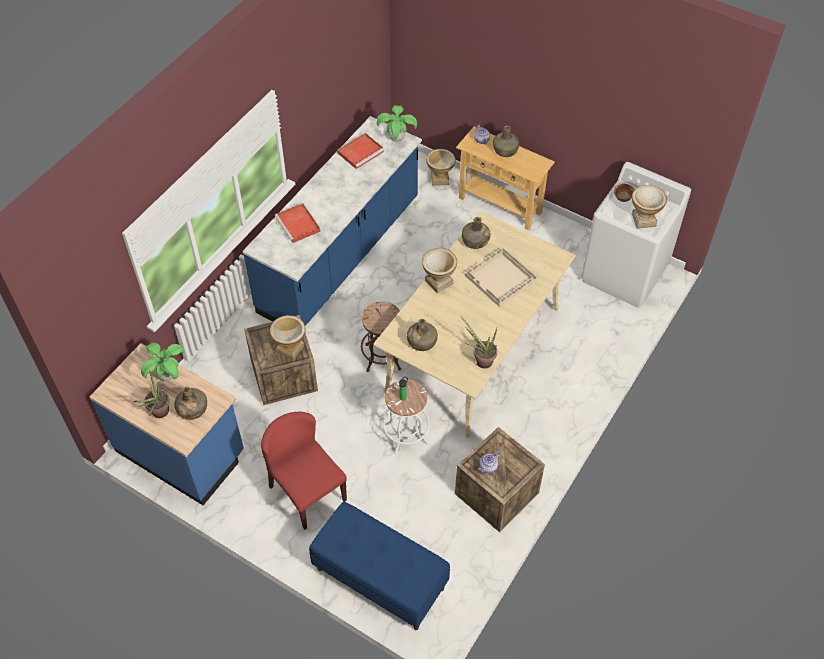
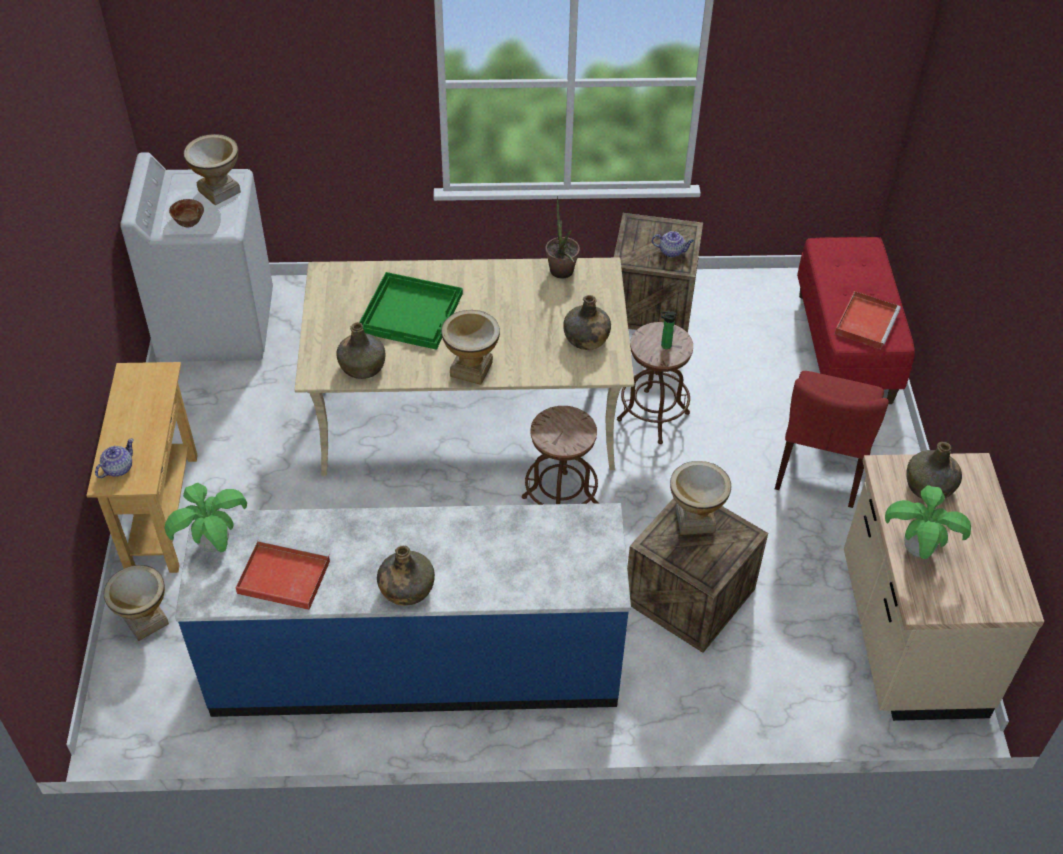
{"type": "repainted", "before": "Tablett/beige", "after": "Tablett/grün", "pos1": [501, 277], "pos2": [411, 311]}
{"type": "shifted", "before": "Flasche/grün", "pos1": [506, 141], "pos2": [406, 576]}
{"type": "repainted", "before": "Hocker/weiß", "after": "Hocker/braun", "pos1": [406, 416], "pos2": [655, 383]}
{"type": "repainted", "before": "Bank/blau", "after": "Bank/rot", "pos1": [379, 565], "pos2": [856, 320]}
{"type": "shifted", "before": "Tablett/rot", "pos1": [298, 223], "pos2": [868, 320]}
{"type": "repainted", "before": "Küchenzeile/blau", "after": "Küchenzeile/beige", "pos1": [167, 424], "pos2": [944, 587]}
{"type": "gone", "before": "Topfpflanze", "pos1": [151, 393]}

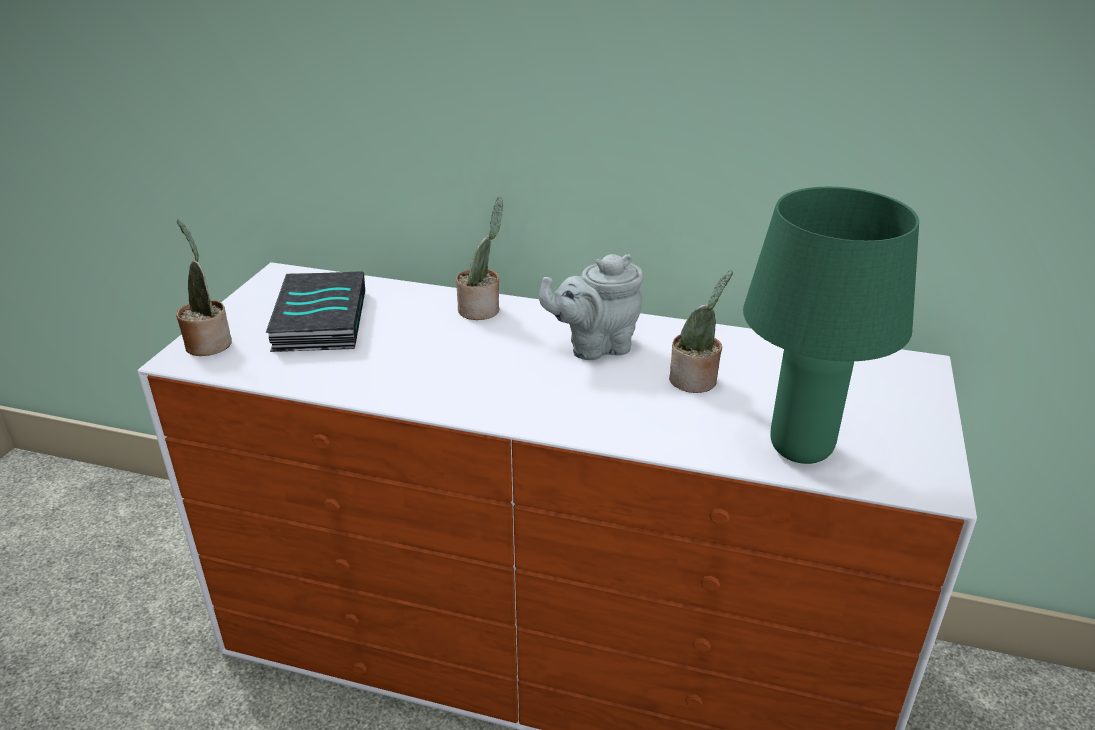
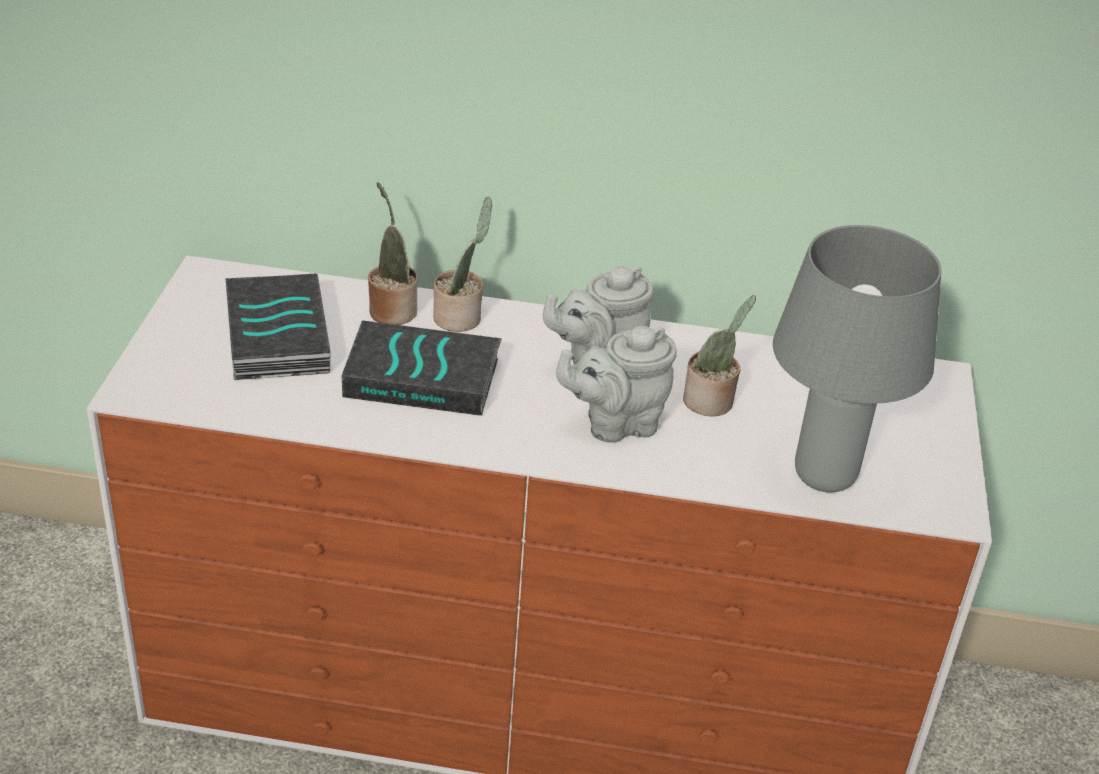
{"type": "new", "after": "Buch", "pos2": [421, 368]}
{"type": "shifted", "before": "Topfpflanze", "pos1": [204, 287], "pos2": [393, 253]}
{"type": "new", "after": "Teekanne/grau", "pos2": [616, 384]}
{"type": "repainted", "before": "Tischlampe/grün", "after": "Tischlampe/grau", "pos1": [831, 325], "pos2": [857, 359]}

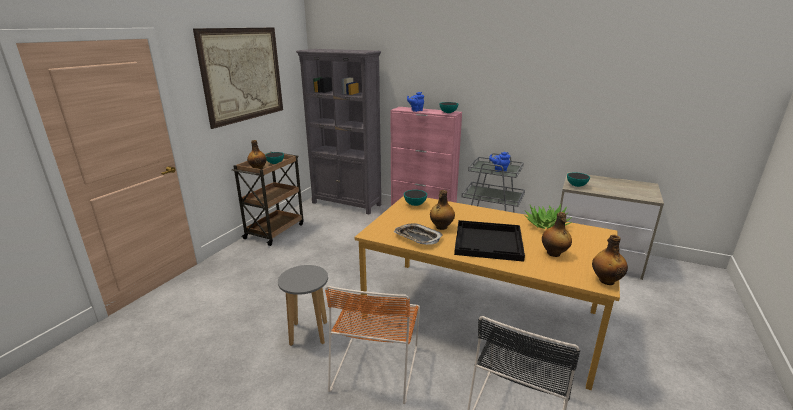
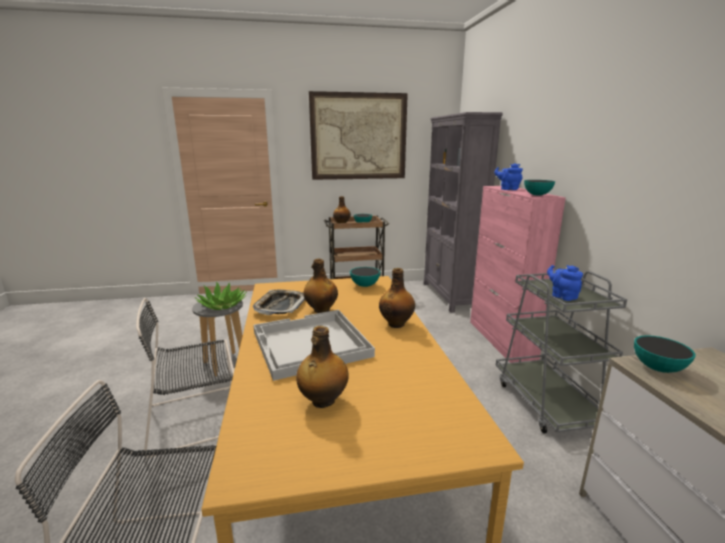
{"type": "repainted", "before": "Stuhl/orange", "after": "Stuhl/schwarz", "pos1": [372, 345], "pos2": [185, 378]}
{"type": "shifted", "before": "Topfpflanze", "pos1": [548, 216], "pos2": [221, 295]}
{"type": "repainted", "before": "Tablett/schwarz", "after": "Tablett/weiß", "pos1": [489, 241], "pos2": [314, 345]}
{"type": "shifted", "before": "Flasche", "pos1": [610, 260], "pos2": [397, 298]}

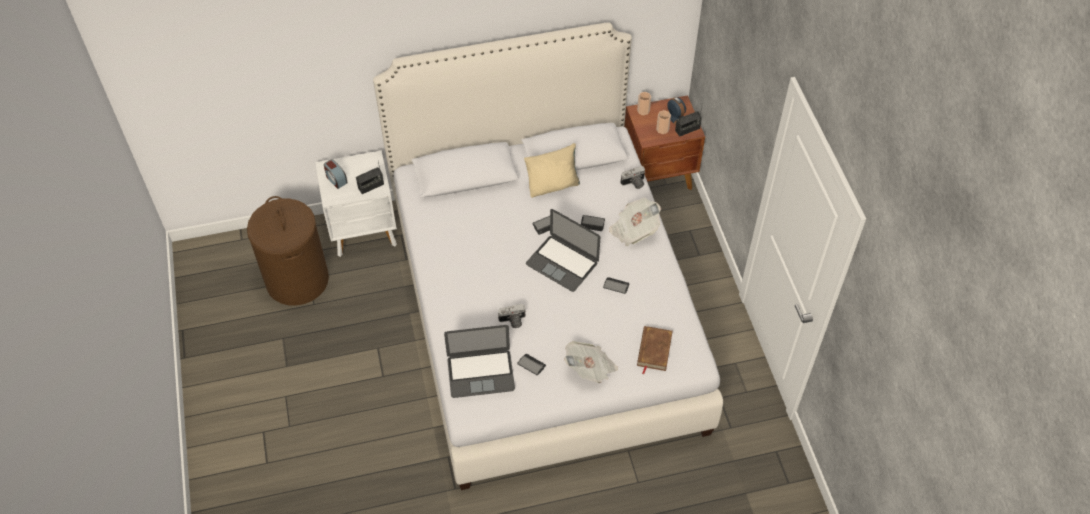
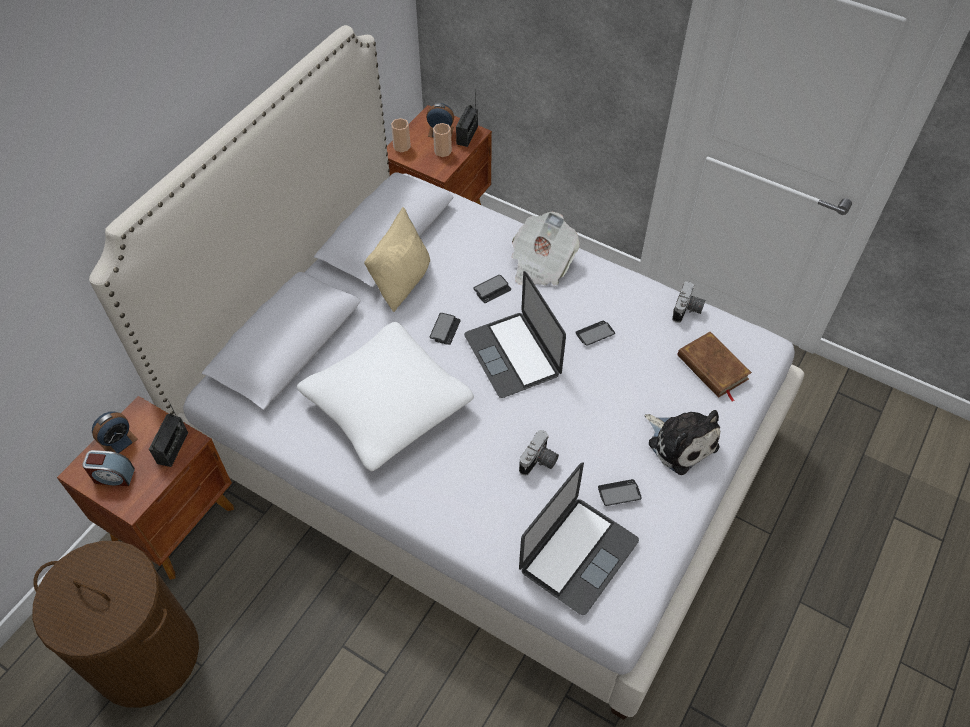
{"type": "repainted", "before": "Nachttisch/weiß", "after": "Nachttisch/braun", "pos1": [356, 203], "pos2": [145, 488]}
{"type": "new", "after": "Wecker", "pos2": [115, 432]}
{"type": "new", "after": "Kissen/weiß", "pos2": [385, 396]}
{"type": "rotated", "before": "Laptop", "pos1": [563, 250], "pos2": [515, 334], "turn": 75}
{"type": "swapped", "before": "Zeitung", "after": "Plüschtier", "pos1": [591, 362], "pos2": [682, 442]}
{"type": "shifted", "before": "Kamera", "pos1": [633, 177], "pos2": [688, 302]}

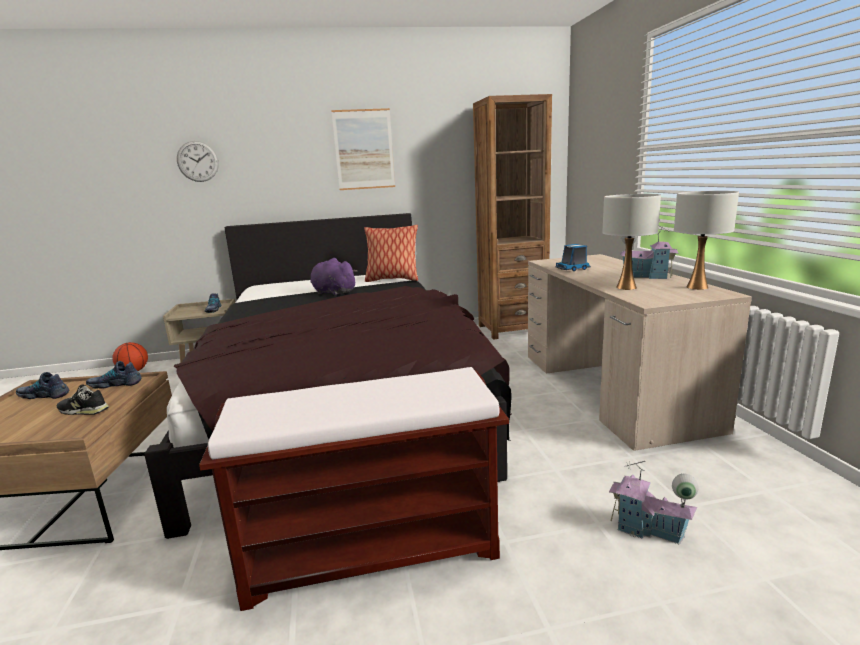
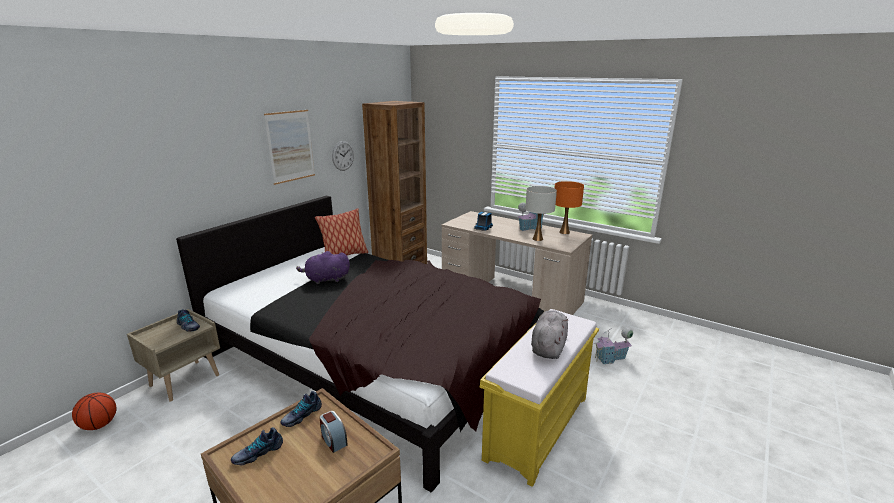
{"type": "swapped", "before": "Schuh/schwarz", "after": "Wecker", "pos1": [83, 399], "pos2": [333, 432]}
{"type": "shifted", "before": "Wanduhr", "pos1": [198, 161], "pos2": [343, 156]}
{"type": "repainted", "before": "Bank/braun", "after": "Bank/gelb", "pos1": [354, 489], "pos2": [539, 398]}
{"type": "new", "after": "Plüschtier/grau", "pos2": [549, 334]}
{"type": "repainted", "before": "Tischlampe/weiß", "after": "Tischlampe/orange", "pos1": [706, 240], "pos2": [569, 207]}

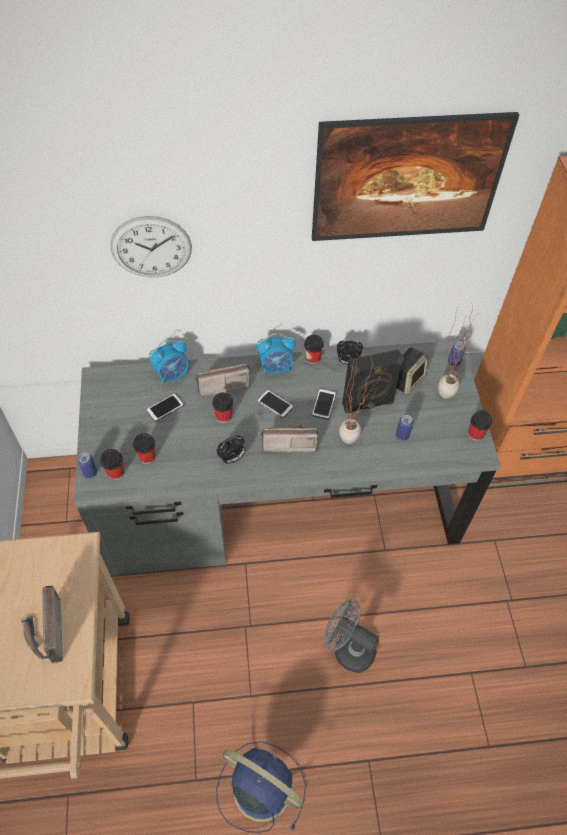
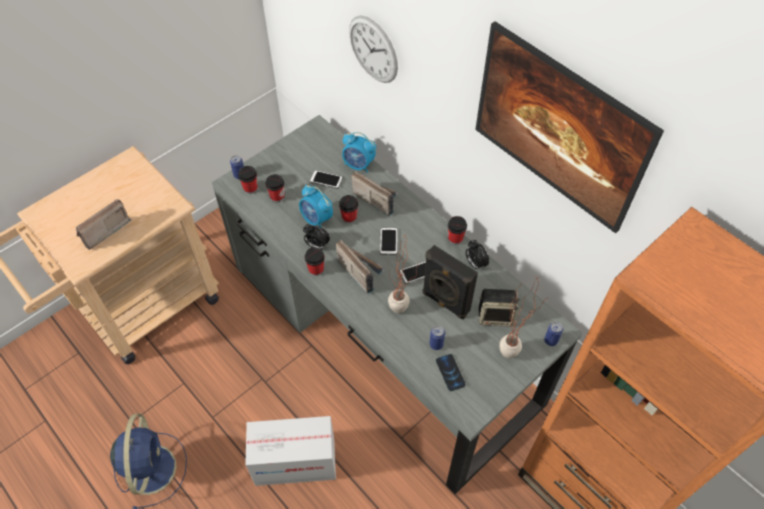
{"type": "swapped", "before": "Ventilator/grau", "after": "Karton", "pos1": [351, 636], "pos2": [290, 451]}
{"type": "shifted", "before": "Wecker", "pos1": [276, 353], "pos2": [316, 206]}
{"type": "shifted", "before": "Tasse", "pos1": [480, 426], "pos2": [315, 261]}
{"type": "new", "after": "Handy", "pos2": [451, 372]}

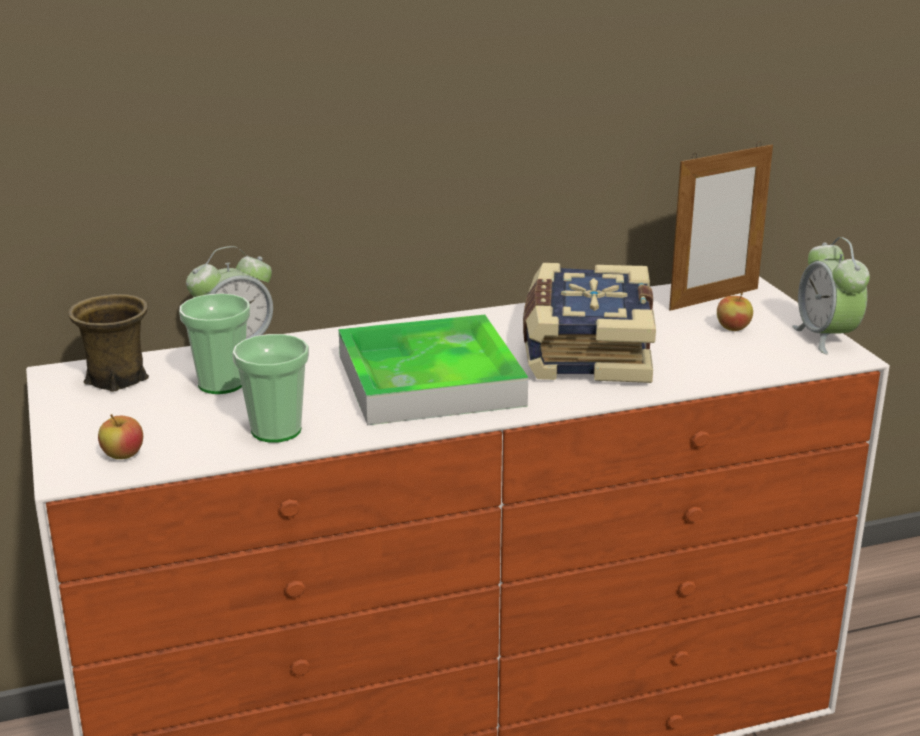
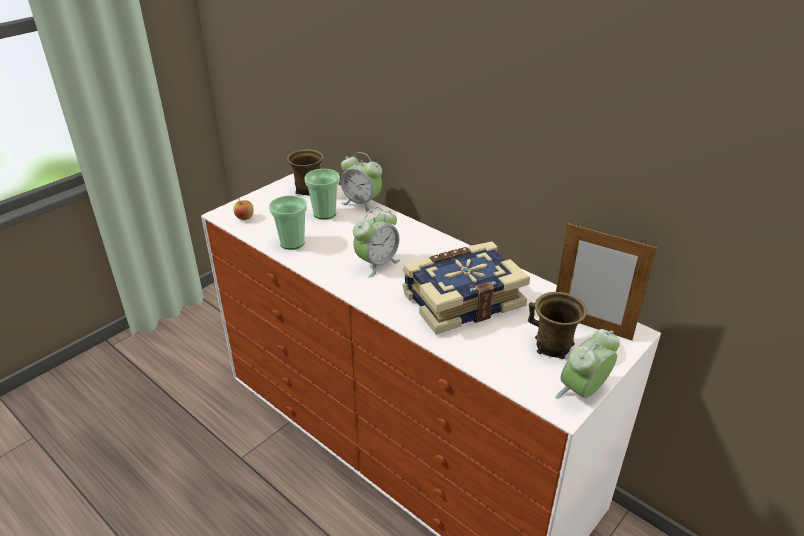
{"type": "swapped", "before": "Tablett", "after": "Wecker", "pos1": [433, 370], "pos2": [376, 242]}
{"type": "swapped", "before": "Apfel", "after": "Henkelbecher/braun", "pos1": [735, 311], "pos2": [557, 325]}

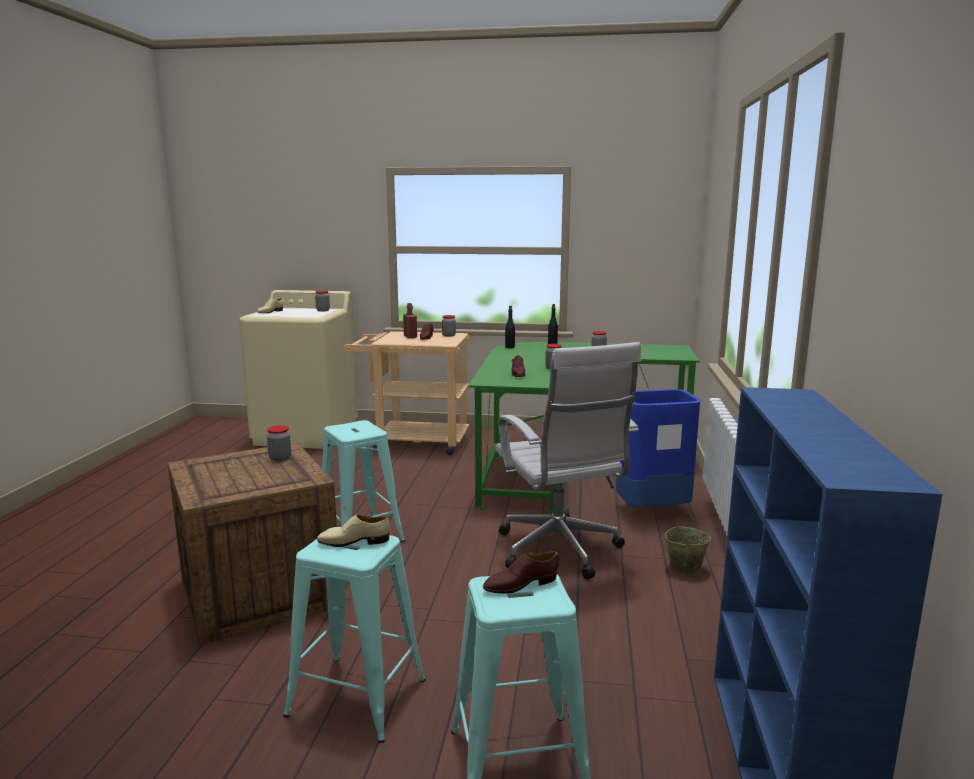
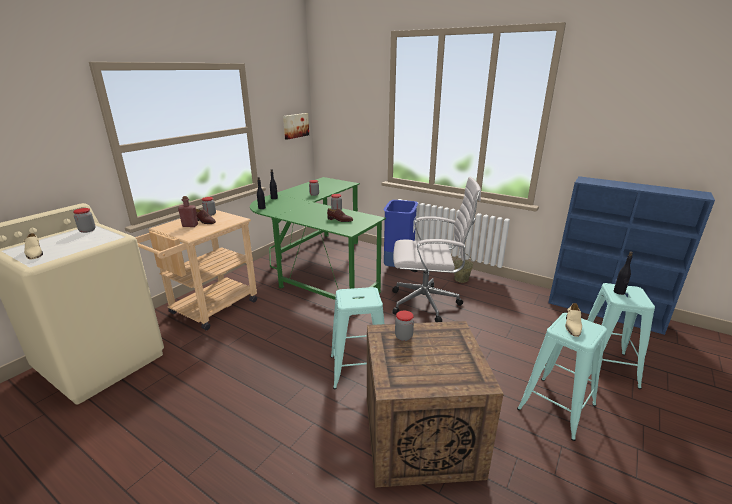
{"type": "new", "after": "Bild", "pos2": [296, 126]}
{"type": "swapped", "before": "Schuh/braun", "after": "Flasche/schwarz", "pos1": [521, 572], "pos2": [623, 273]}

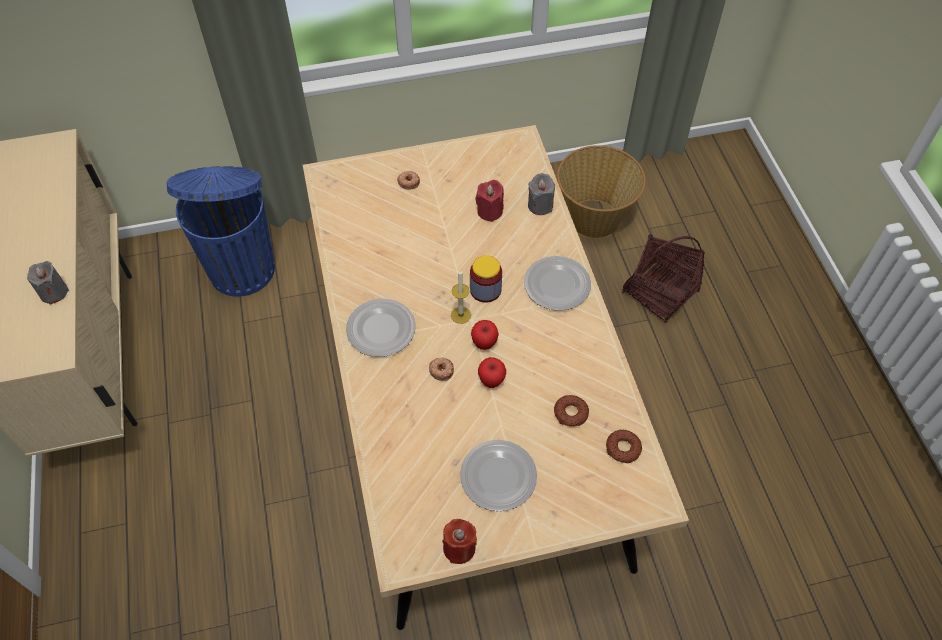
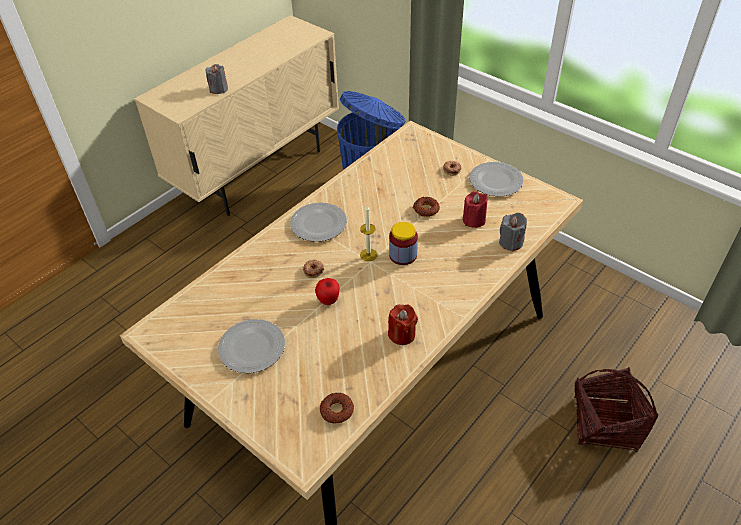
{"type": "shifted", "before": "Kerze/rot", "pos1": [459, 541], "pos2": [403, 325]}
{"type": "shifted", "before": "Donut", "pos1": [571, 411], "pos2": [426, 207]}
{"type": "shifted", "before": "Teller", "pos1": [557, 283], "pos2": [496, 179]}
{"type": "gone", "before": "Apfel", "pos1": [485, 335]}
{"type": "gone", "before": "Korb", "pos1": [601, 192]}

